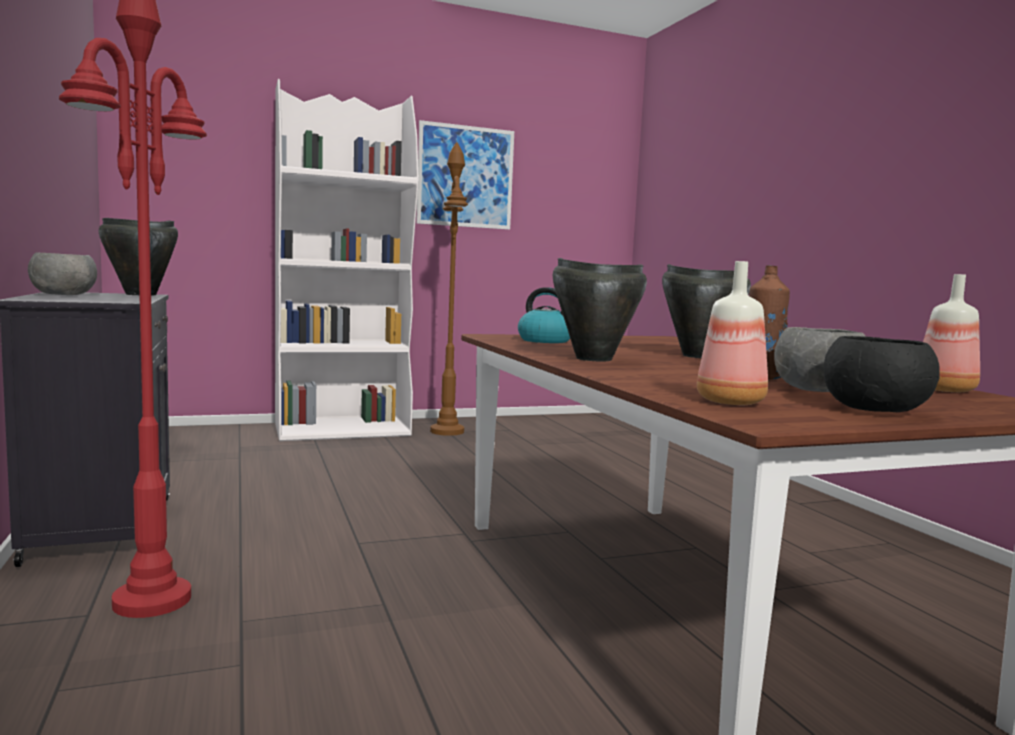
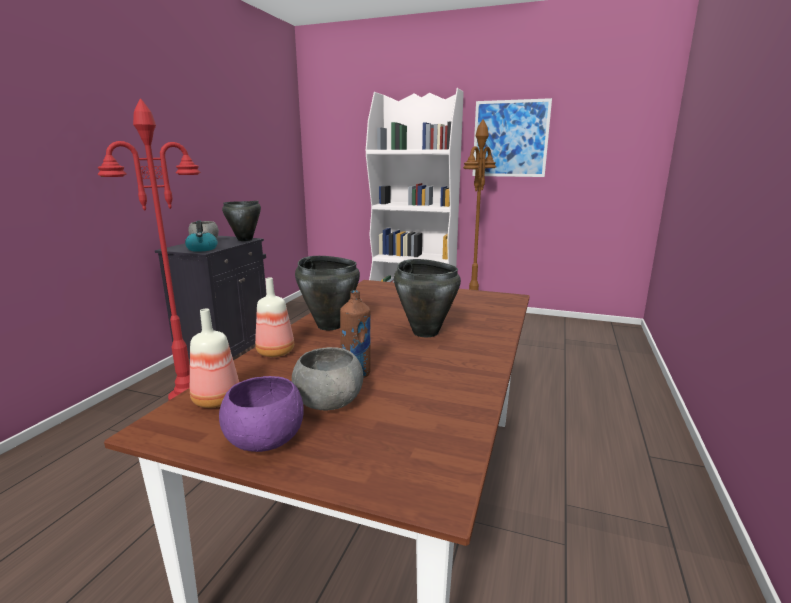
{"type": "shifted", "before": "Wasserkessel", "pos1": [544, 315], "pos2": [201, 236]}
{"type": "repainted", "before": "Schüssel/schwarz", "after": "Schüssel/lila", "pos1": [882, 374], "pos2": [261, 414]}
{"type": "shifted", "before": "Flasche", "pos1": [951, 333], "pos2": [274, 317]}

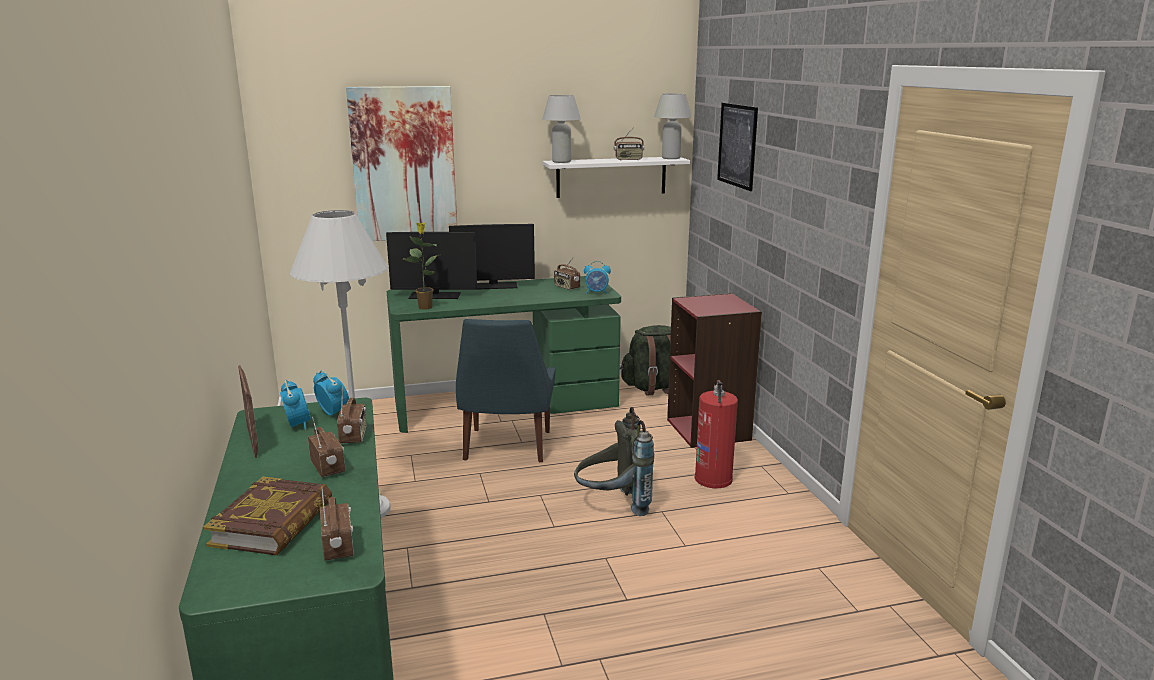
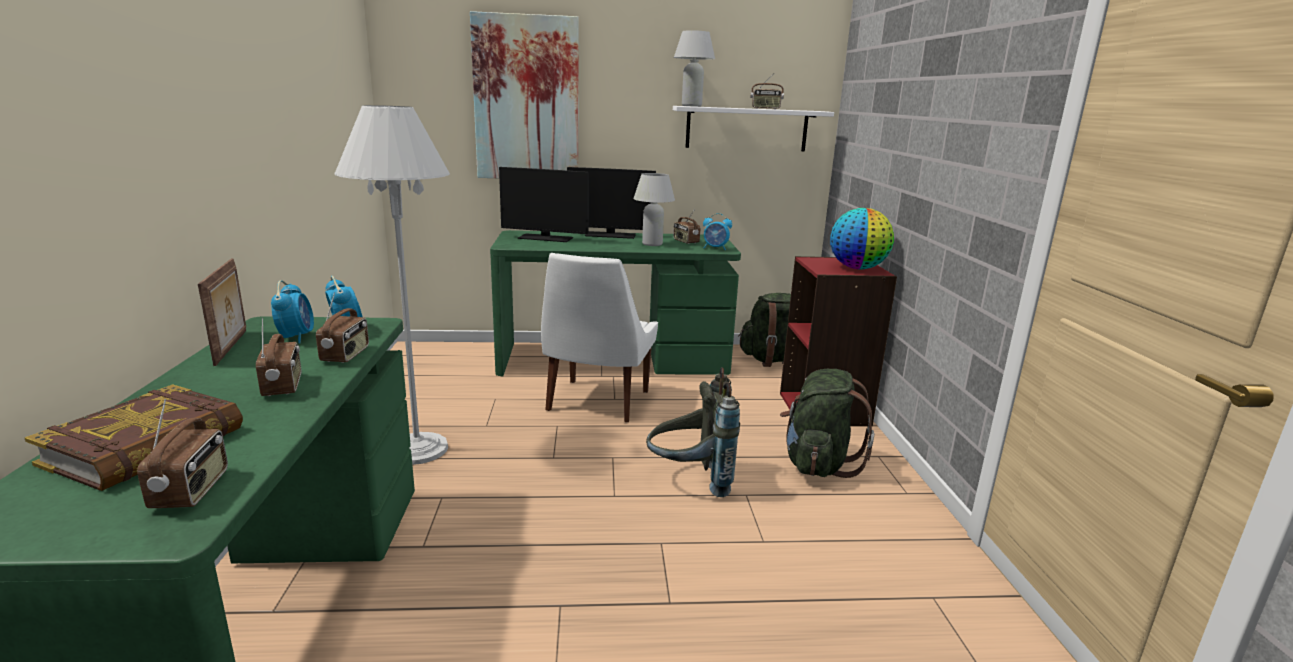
{"type": "repainted", "before": "Stuhl/blau", "after": "Stuhl/weiß", "pos1": [506, 391], "pos2": [599, 337]}
{"type": "shifted", "before": "Tischlampe/weiß", "pos1": [672, 126], "pos2": [654, 209]}
{"type": "swapped", "before": "Feuerlöscher", "after": "Rucksack/grün", "pos1": [716, 434], "pos2": [827, 423]}
{"type": "new", "after": "Globus", "pos2": [862, 239]}
{"type": "gone", "before": "Topfpflanze", "pos1": [421, 266]}
{"type": "gone", "before": "Bild", "pos1": [737, 147]}

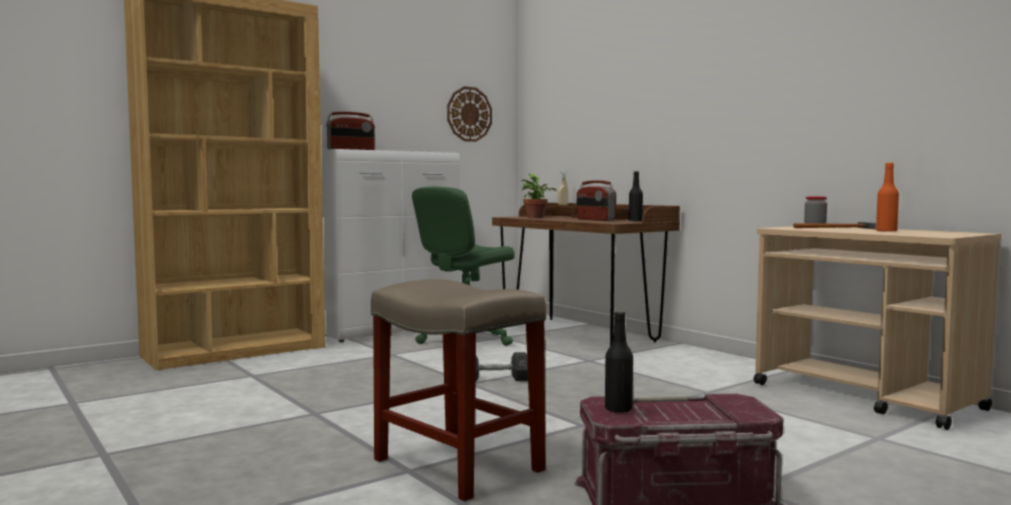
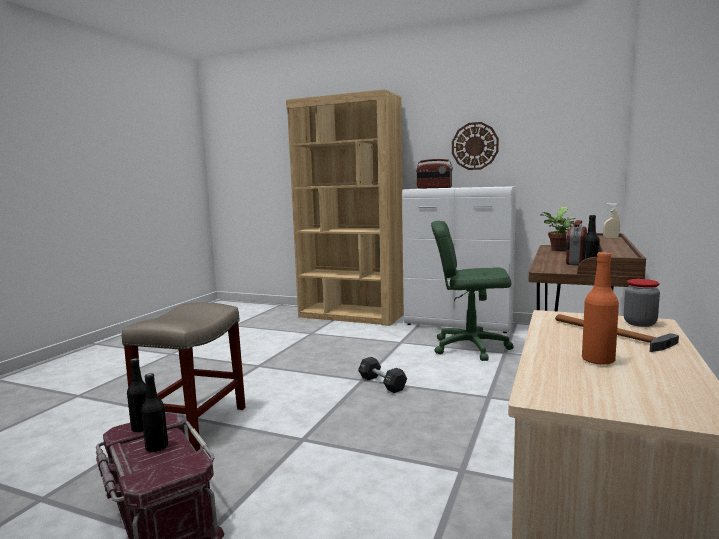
{"type": "new", "after": "Flasche/schwarz", "pos2": [154, 412]}
{"type": "shifted", "before": "Wanduhr", "pos1": [469, 114], "pos2": [475, 146]}

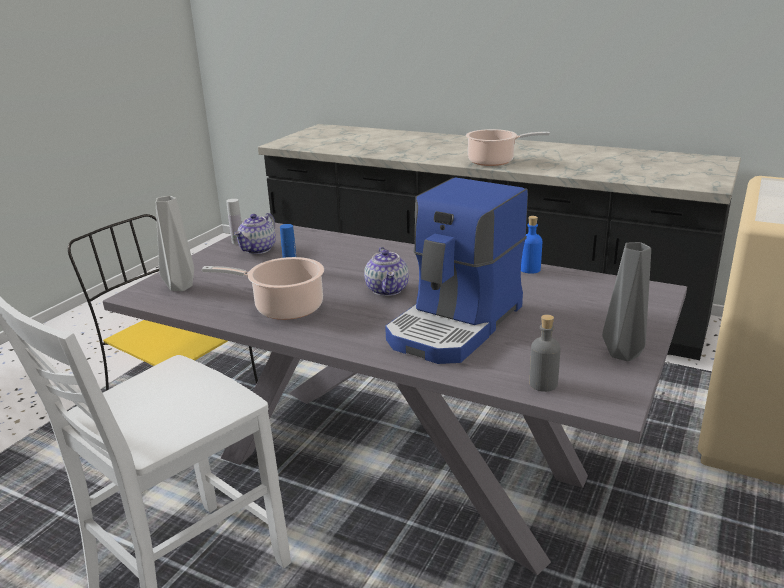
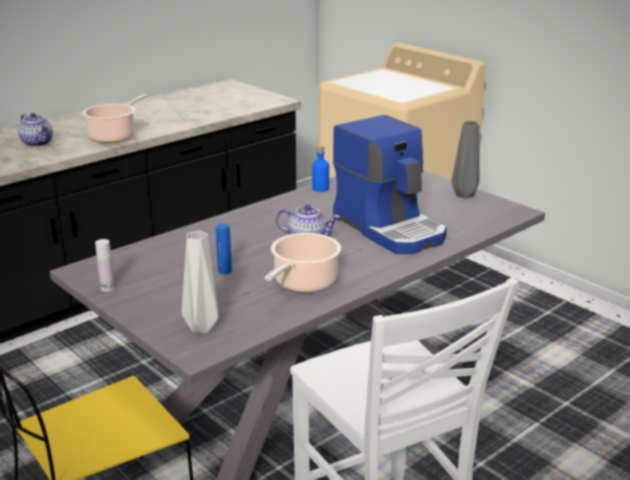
{"type": "shifted", "before": "Teekanne", "pos1": [255, 233], "pos2": [35, 130]}
{"type": "gone", "before": "Flasche/grau", "pos1": [545, 353]}

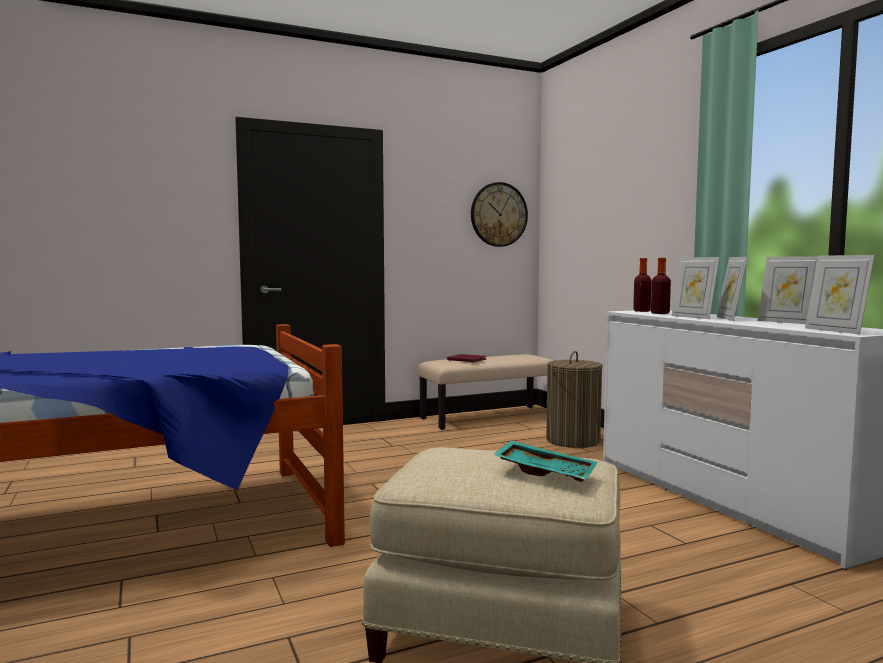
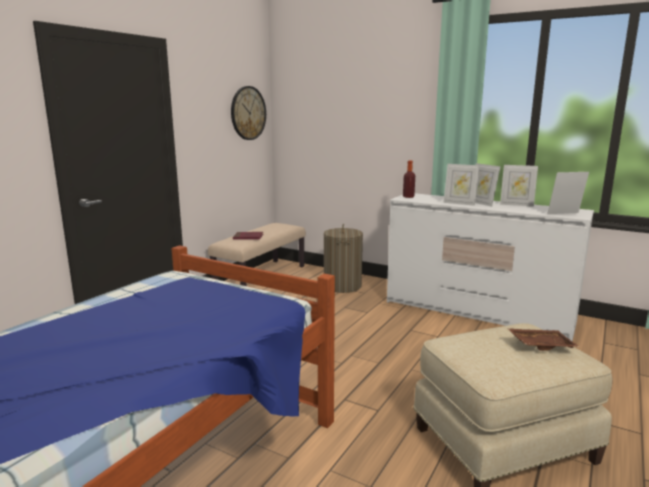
{"type": "repainted", "before": "Tablett/türkis", "after": "Tablett/braun", "pos1": [545, 461], "pos2": [543, 339]}
{"type": "rotated", "before": "Bilderrahmen", "pos1": [840, 294], "pos2": [568, 193], "turn": 135}
{"type": "gone", "before": "Flasche", "pos1": [661, 286]}

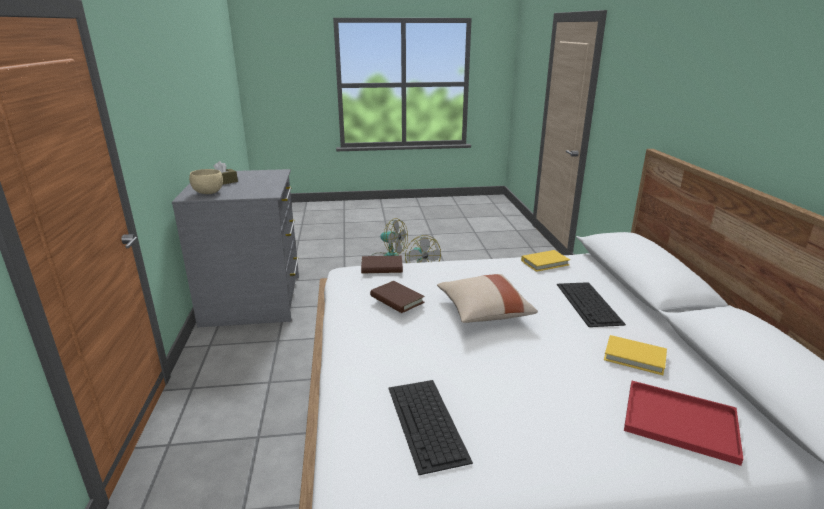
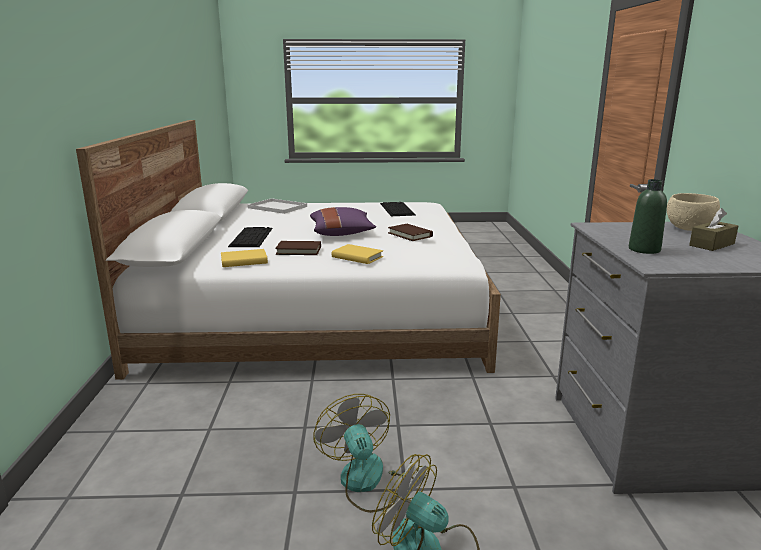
{"type": "repainted", "before": "Tablett/rot", "after": "Tablett/weiß", "pos1": [683, 423], "pos2": [277, 206]}
{"type": "shifted", "before": "Buch/braun", "pos1": [382, 264], "pos2": [298, 248]}
{"type": "repainted", "before": "Kissen/beige", "after": "Kissen/lila", "pos1": [487, 298], "pos2": [343, 221]}
{"type": "shifted", "before": "Buch/gelb", "pos1": [635, 355], "pos2": [357, 254]}
{"type": "new", "after": "Flasche/grün", "pos2": [648, 216]}

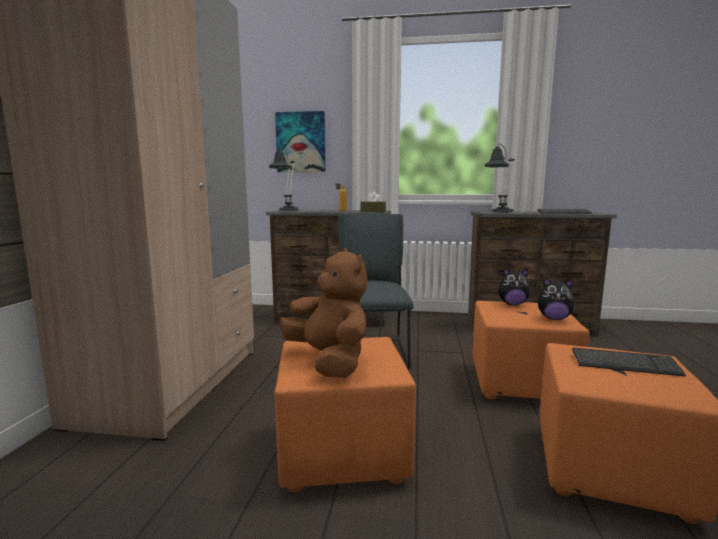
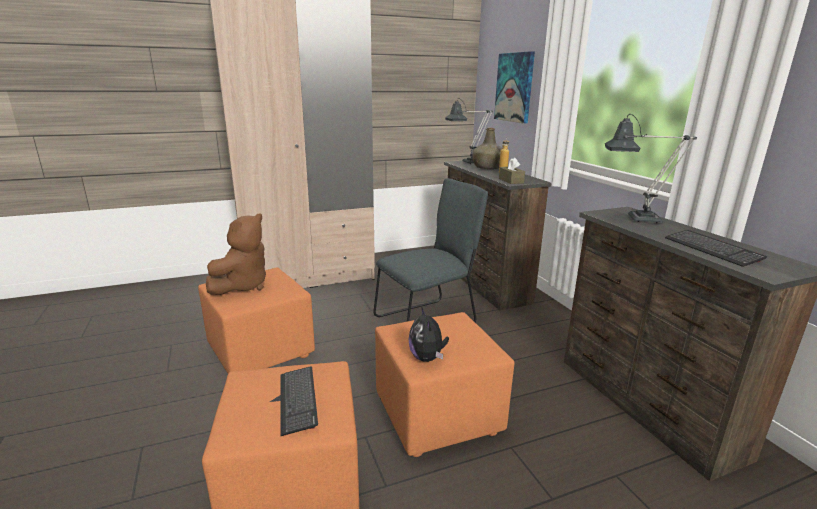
{"type": "new", "after": "Flasche/grün", "pos2": [487, 148]}
{"type": "gone", "before": "Plüschtier", "pos1": [514, 286]}

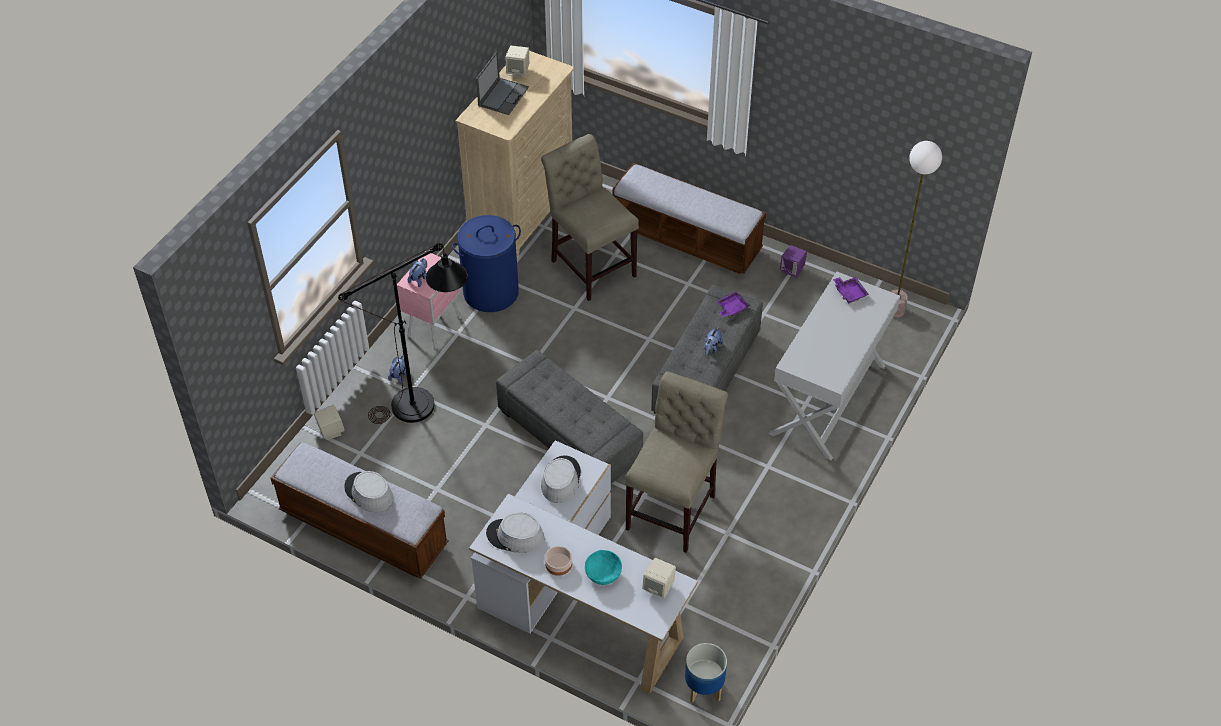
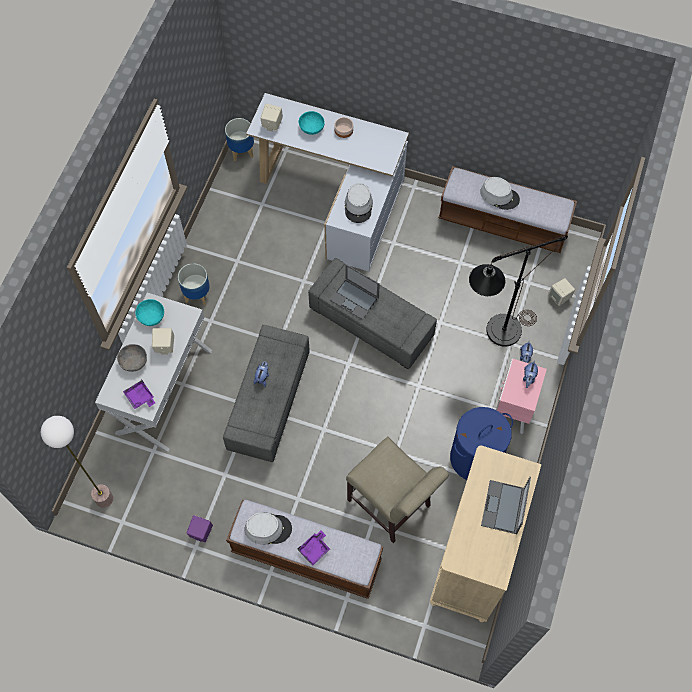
{"type": "new", "after": "Schüssel/grau", "pos2": [132, 358]}
{"type": "new", "after": "Schüssel/türkis", "pos2": [149, 312]}
{"type": "shifted", "before": "Lautsprecher/beige", "pos1": [517, 62], "pos2": [163, 341]}
{"type": "new", "after": "Pflanzkübel", "pos2": [194, 284]}
{"type": "shifted", "before": "Hut/grau", "pos1": [515, 533], "pos2": [268, 528]}
{"type": "shifted", "before": "Tablett/lila", "pos1": [733, 304], "pos2": [313, 548]}
{"type": "new", "after": "Laptop", "pos2": [355, 292]}
{"type": "gone", "before": "Stuhl/beige", "pos1": [676, 462]}

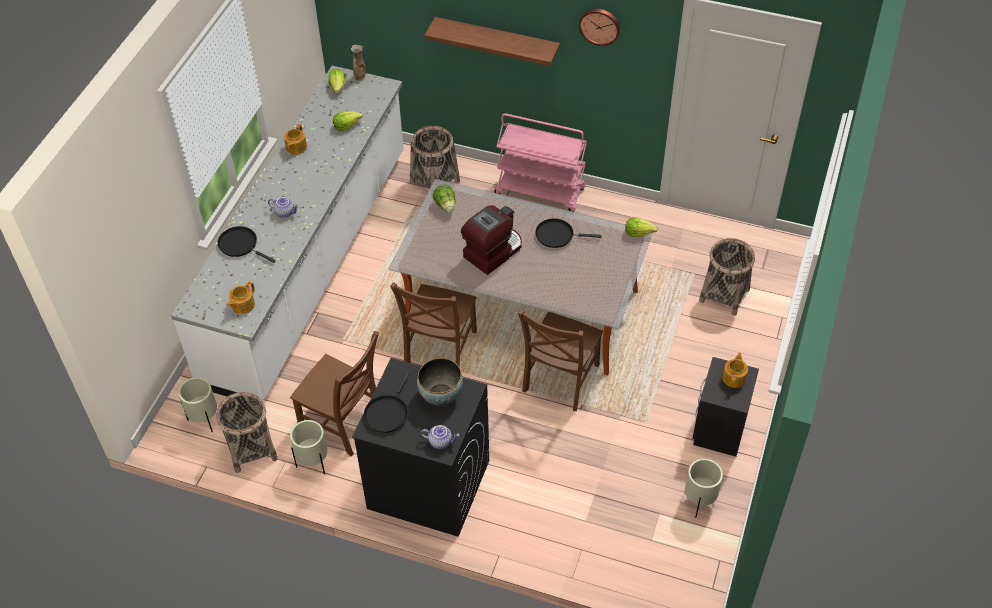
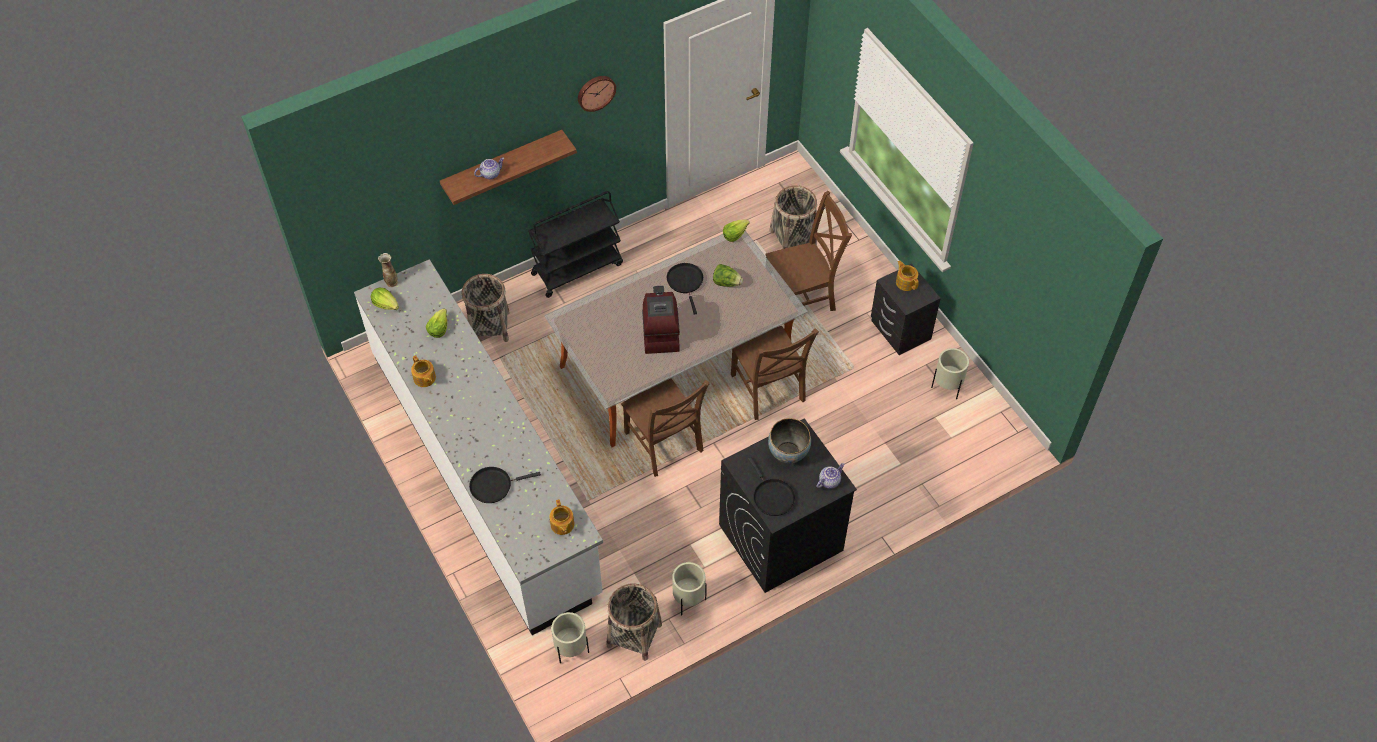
{"type": "shifted", "before": "Teekanne", "pos1": [283, 207], "pos2": [489, 168]}
{"type": "repainted", "before": "Rollwagen/rosa", "after": "Rollwagen/schwarz", "pos1": [540, 162], "pos2": [575, 244]}
{"type": "rotated", "before": "Pfanne/schwarz", "pos1": [568, 233], "pos2": [685, 289], "turn": 120}
{"type": "shifted", "before": "Salatkopf", "pos1": [444, 198], "pos2": [728, 275]}
{"type": "shifted", "before": "Stuhl/braun", "pos1": [334, 393], "pos2": [808, 251]}

